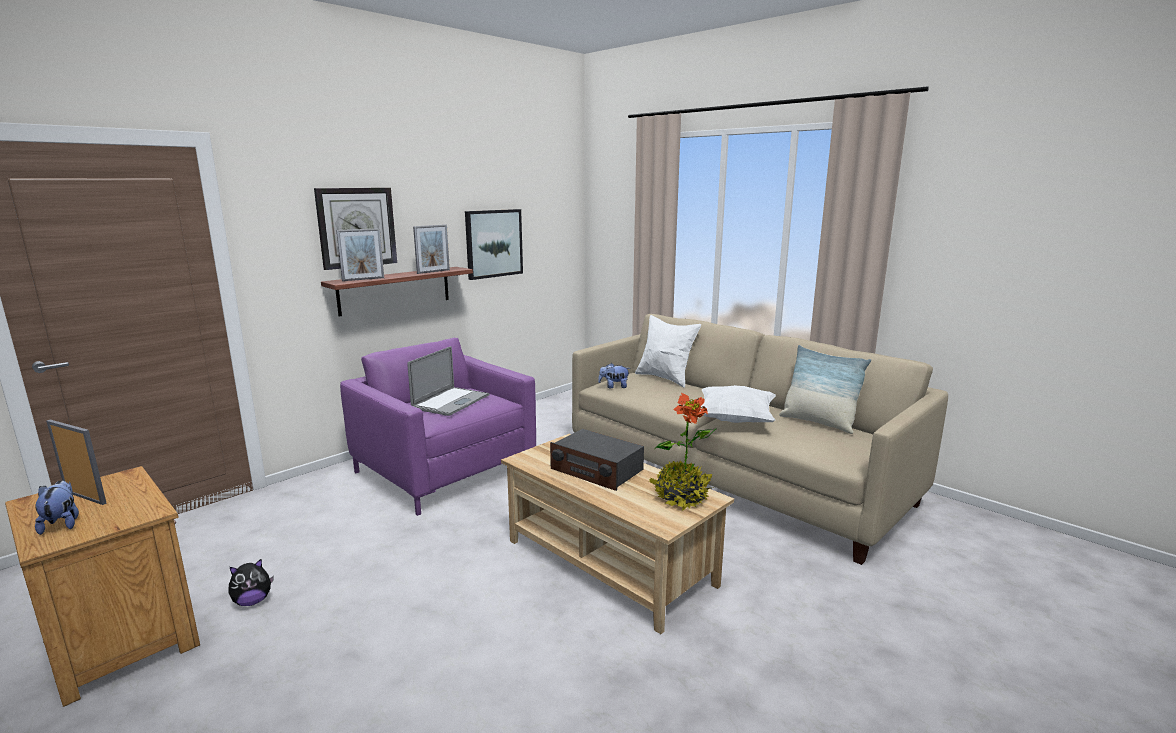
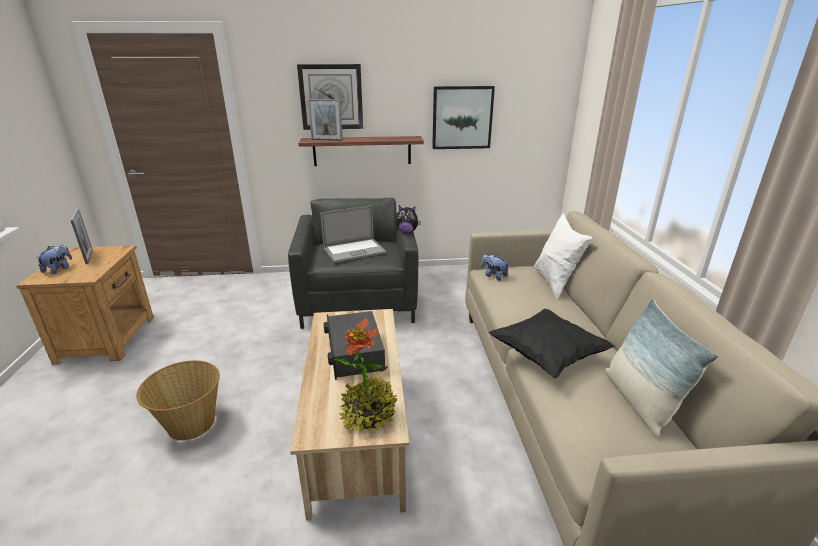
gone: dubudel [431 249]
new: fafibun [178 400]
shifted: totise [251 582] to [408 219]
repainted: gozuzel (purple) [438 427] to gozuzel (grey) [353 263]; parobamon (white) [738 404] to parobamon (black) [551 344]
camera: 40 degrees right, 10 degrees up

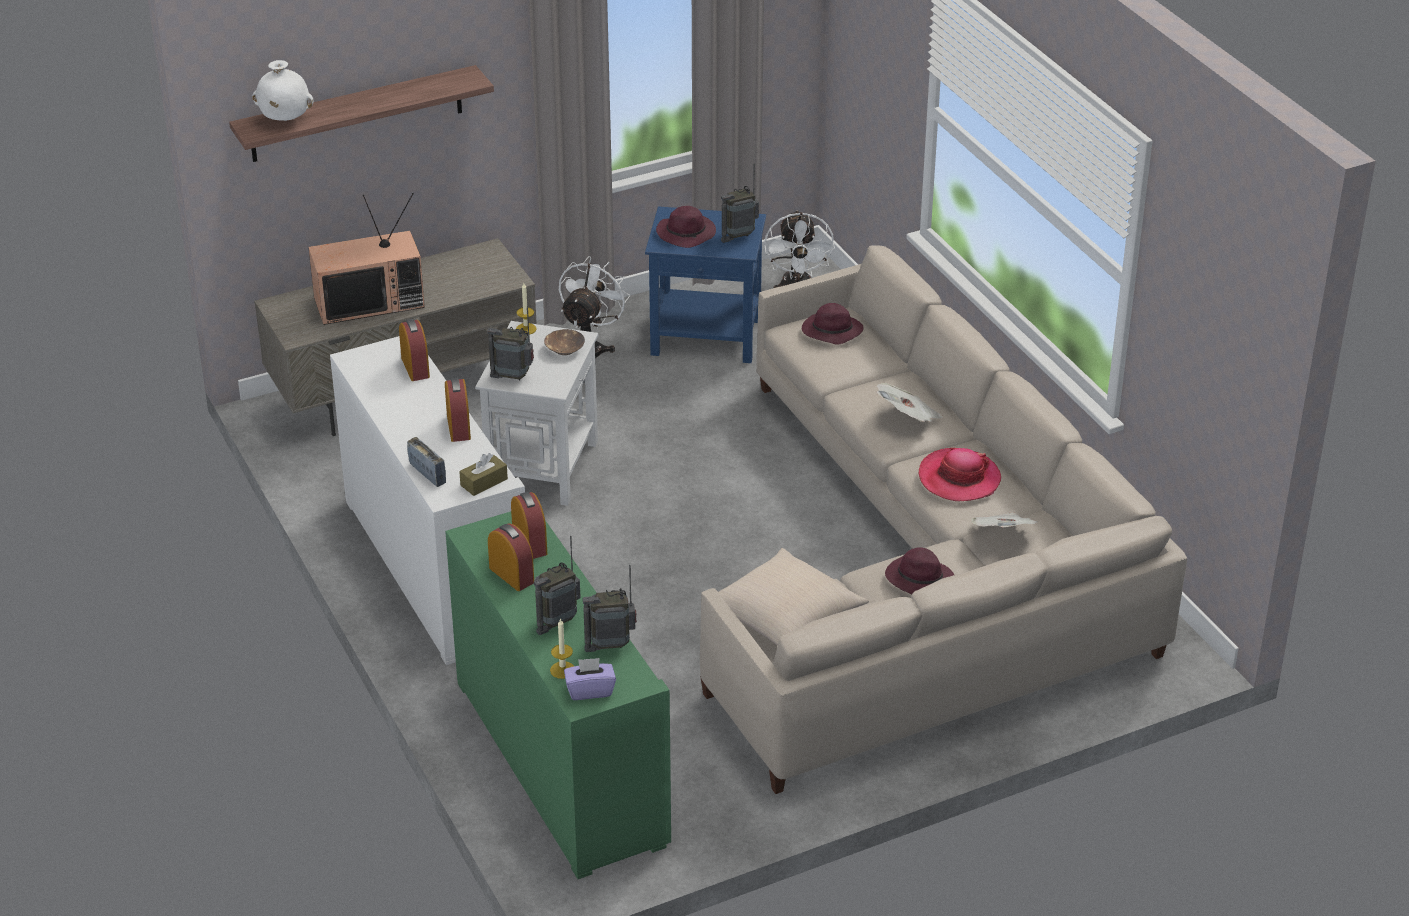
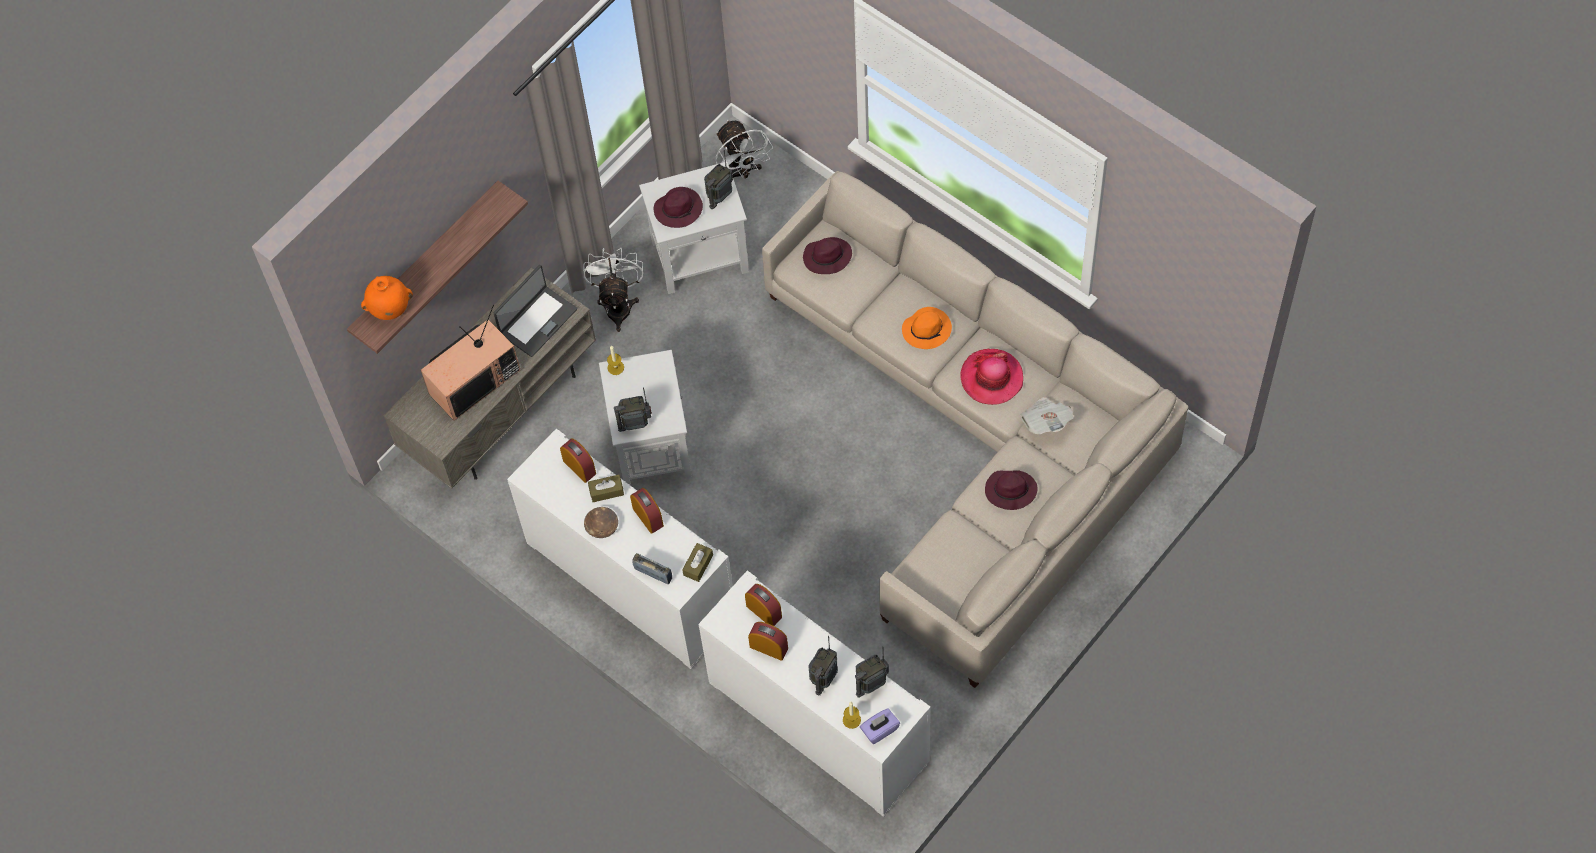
gone: parobamon (beige) [793 597]
new: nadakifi [535 311]; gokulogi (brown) [606 488]
shifted: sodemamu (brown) [564 342] to [601 522]
swapped: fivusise [910 402] to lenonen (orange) [927 328]
repainted: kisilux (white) [283 90] to kisilux (orange) [387 298]; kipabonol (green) [558 695] to kipabonol (white) [814 693]; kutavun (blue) [705 284] to kutavun (white) [694 228]
camera: 20 degrees left, 25 degrees up

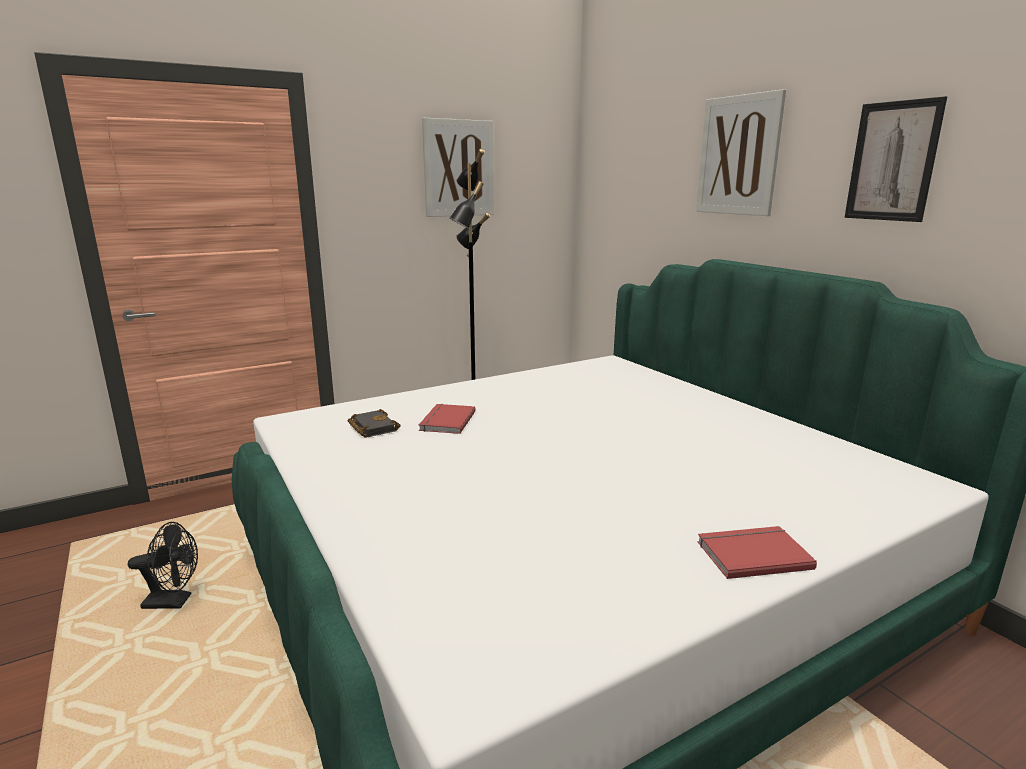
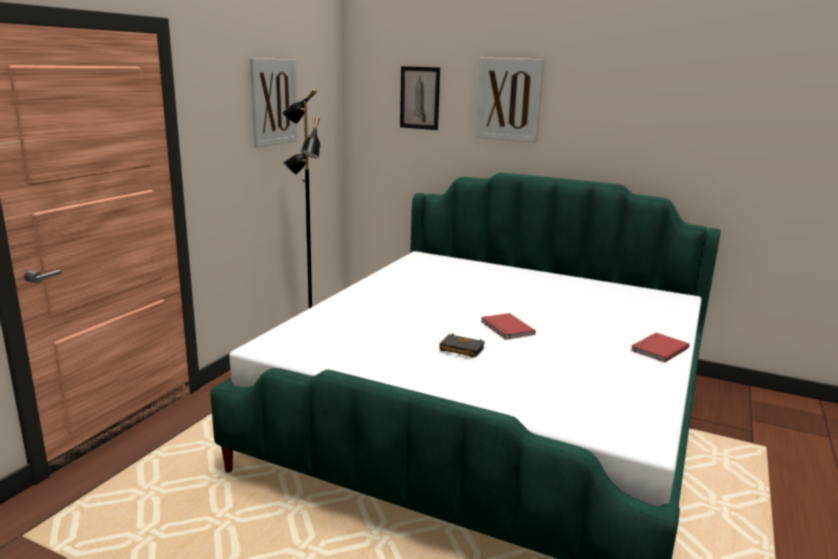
gone: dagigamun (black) [163 565]
shifted: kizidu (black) [374 423] to [462 345]; kizidu (red) [447 419] to [508 326]; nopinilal [896 159] to [420 98]
camera: 35 degrees left, 0 degrees up

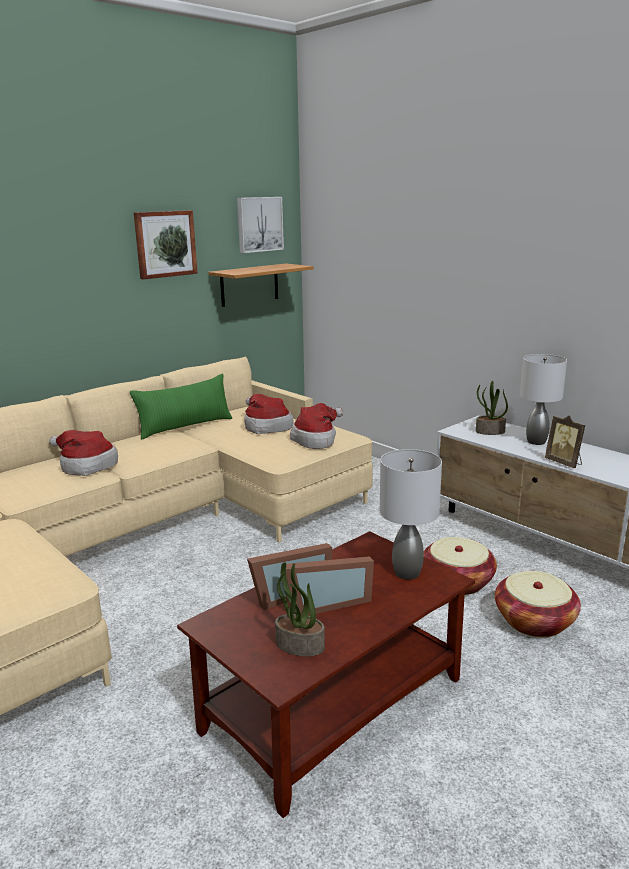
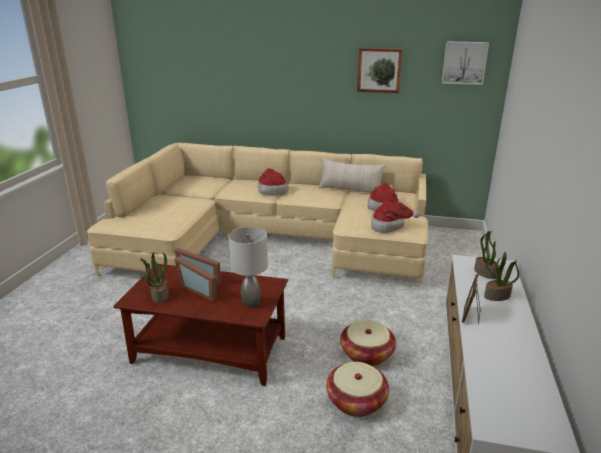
gone: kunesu [261 285]
swapped: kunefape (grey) [543 399] to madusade [501 276]
repainted: parobamon (green) [181 407] to parobamon (beige) [352 175]
camera: 55 degrees right, 5 degrees up

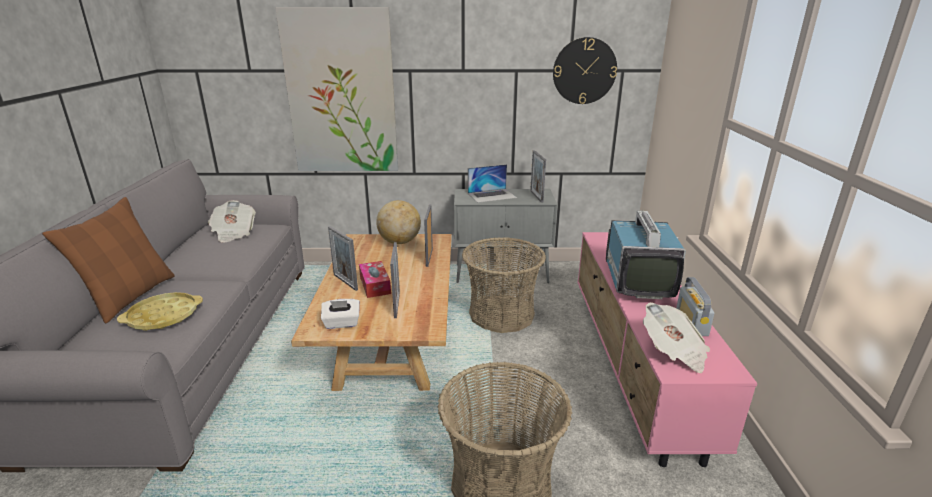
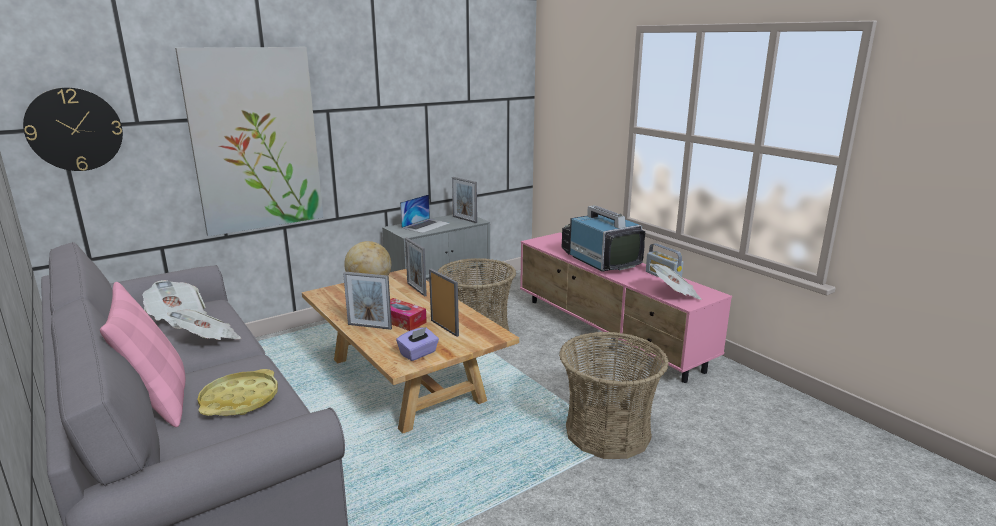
new: fivusise [204 325]
shifted: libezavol [585 70] to [73 129]
repainted: parobamon (brown) [108 260] to parobamon (pink) [142 354]; gokulogi (white) [340 314] to gokulogi (purple) [417 344]
camera: 35 degrees left, 5 degrees down

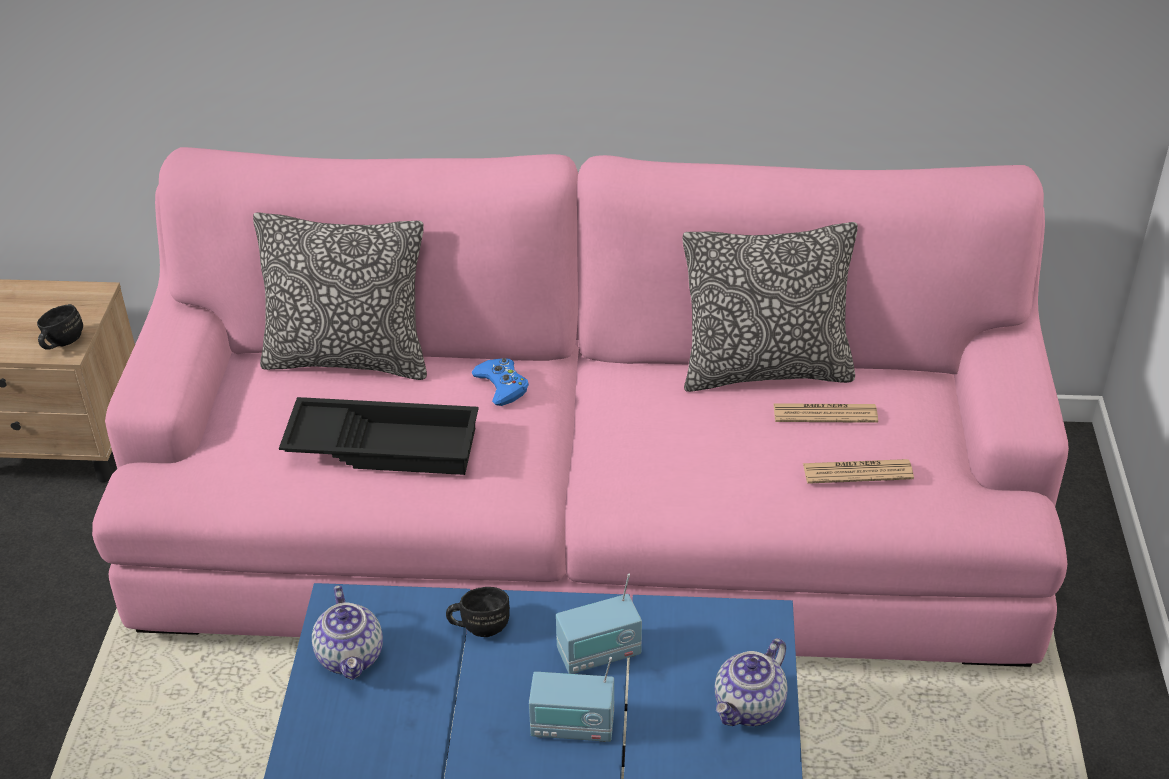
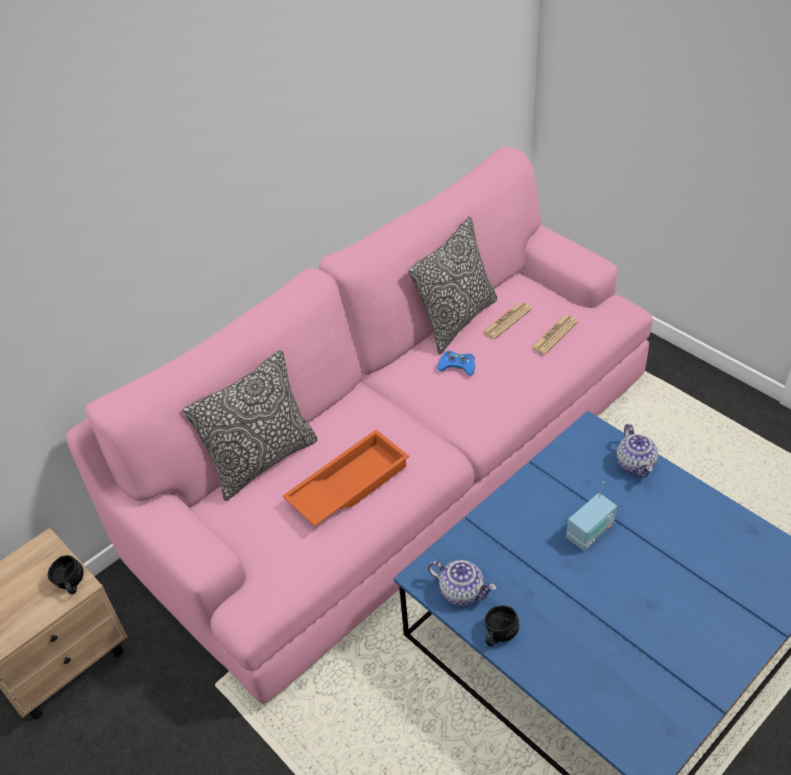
gone: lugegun [599 624]
shifted: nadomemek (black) [478 612] to [502 625]; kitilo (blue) [500 382] to [456 363]
repainted: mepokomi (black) [379 436] to mepokomi (orange) [346 478]
camera: 45 degrees left, 5 degrees up

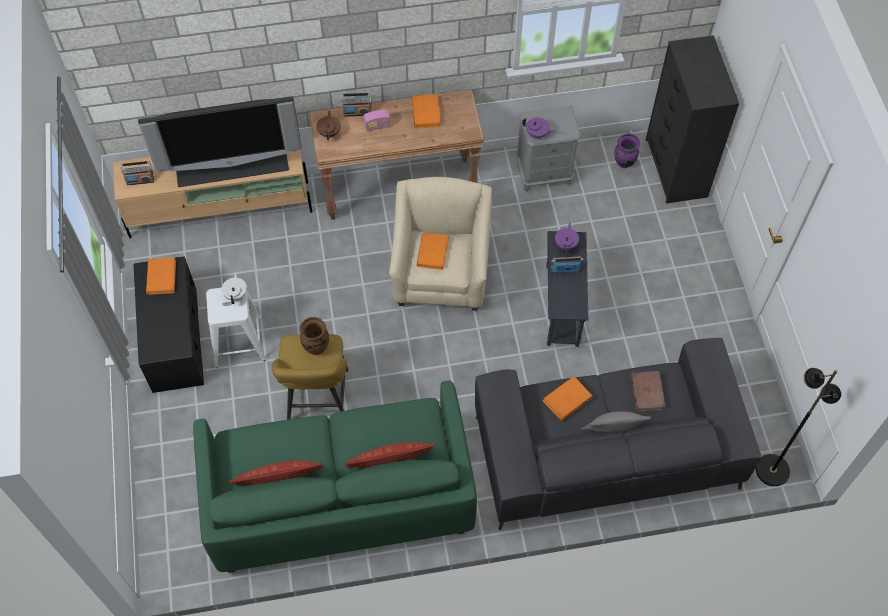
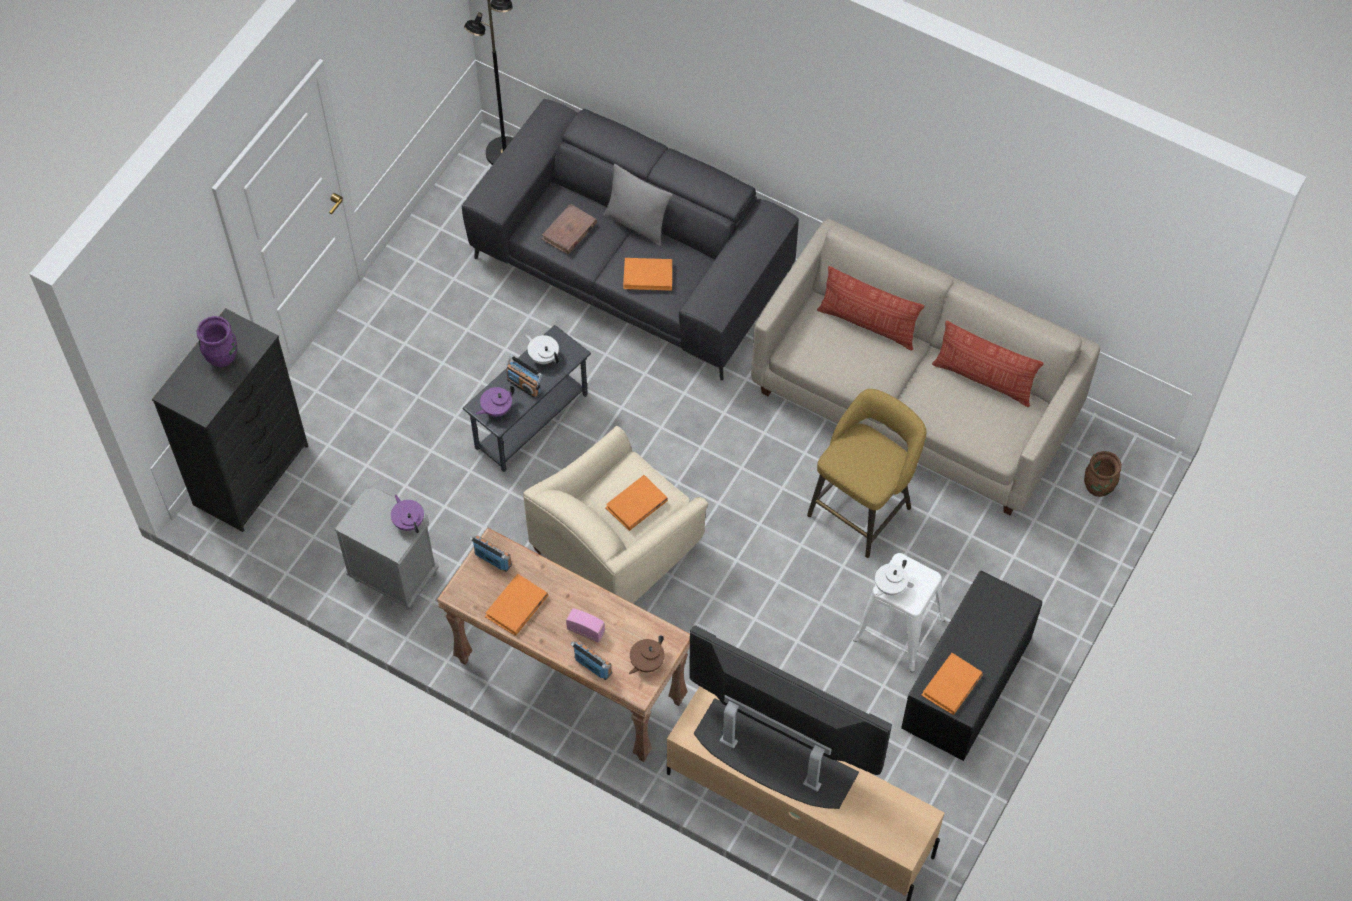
new: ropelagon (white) [542 349]
shifted: lugegun [137 173] to [490 553]; kisilux (brown) [314 336] to [1103 474]; kisilux (purple) [627 150] to [217 341]
repainted: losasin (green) [335 477] to losasin (beige) [925 367]
camera: 140 degrees left, 0 degrees up

